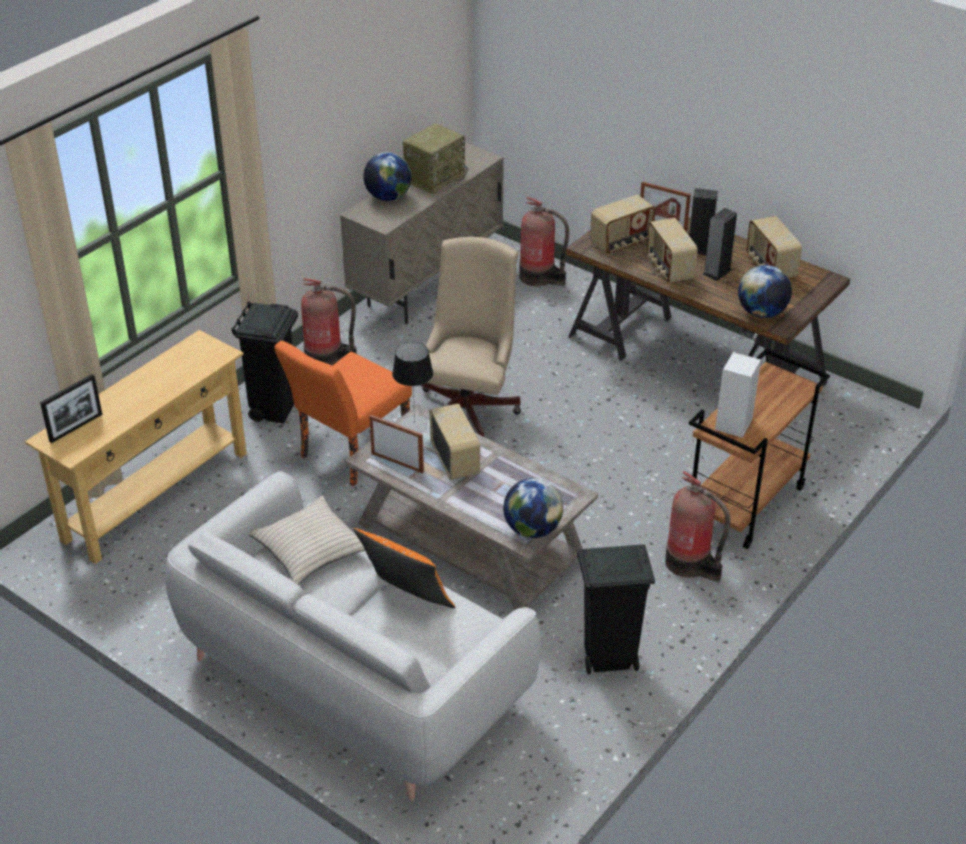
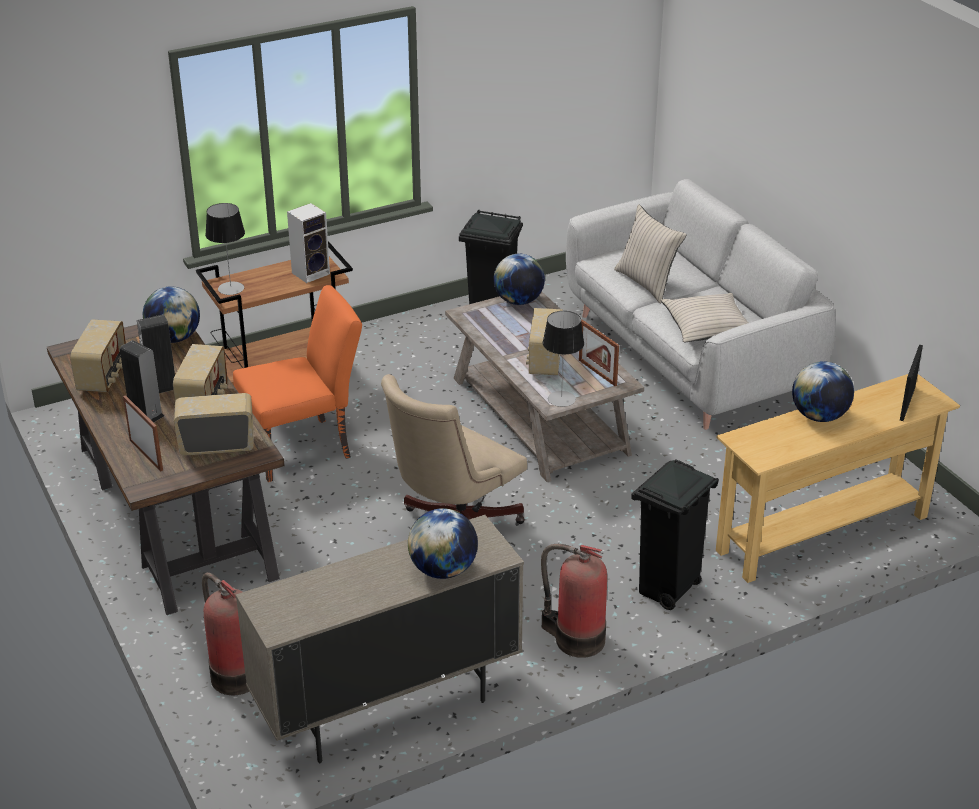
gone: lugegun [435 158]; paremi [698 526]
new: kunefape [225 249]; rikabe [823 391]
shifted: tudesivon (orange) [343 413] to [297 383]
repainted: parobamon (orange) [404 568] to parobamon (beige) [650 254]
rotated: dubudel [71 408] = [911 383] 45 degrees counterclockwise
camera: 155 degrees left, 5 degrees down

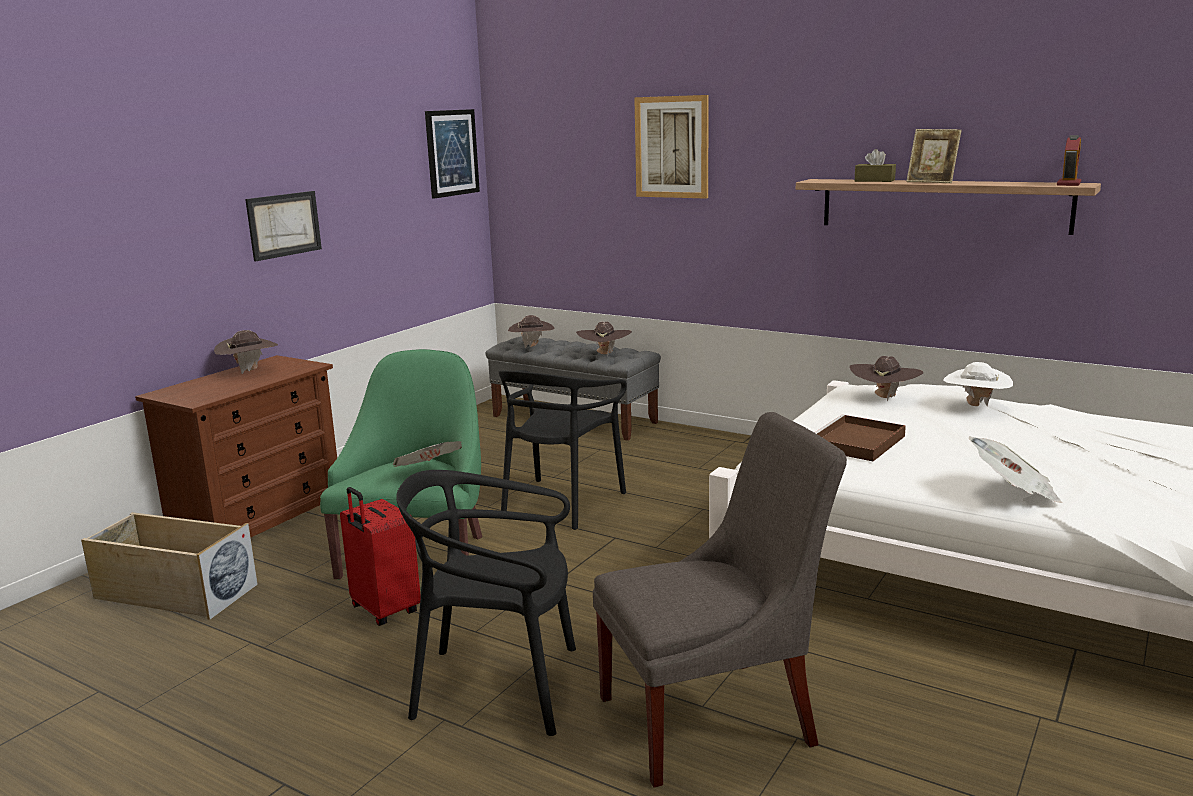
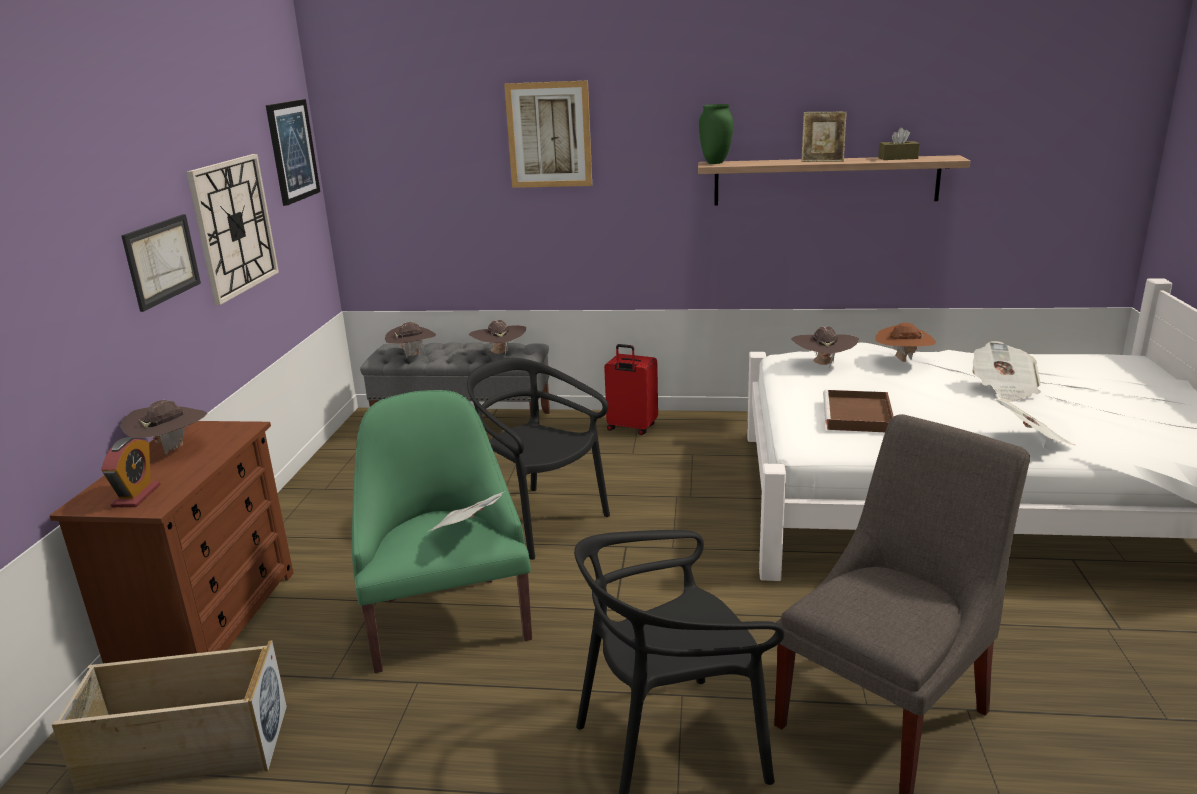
new: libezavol [232 229]; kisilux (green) [716 134]; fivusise [1006 371]
shifted: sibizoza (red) [380 556] to [631 389]; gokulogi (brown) [875 165] to [899 144]; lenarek [1069 160] to [130 472]
repainted: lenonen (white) [978 384] to lenonen (brown) [905 342]
rotated: tudesivon (black) [563 450] = [538 459] 135 degrees clockwise
camera: 25 degrees left, 5 degrees up

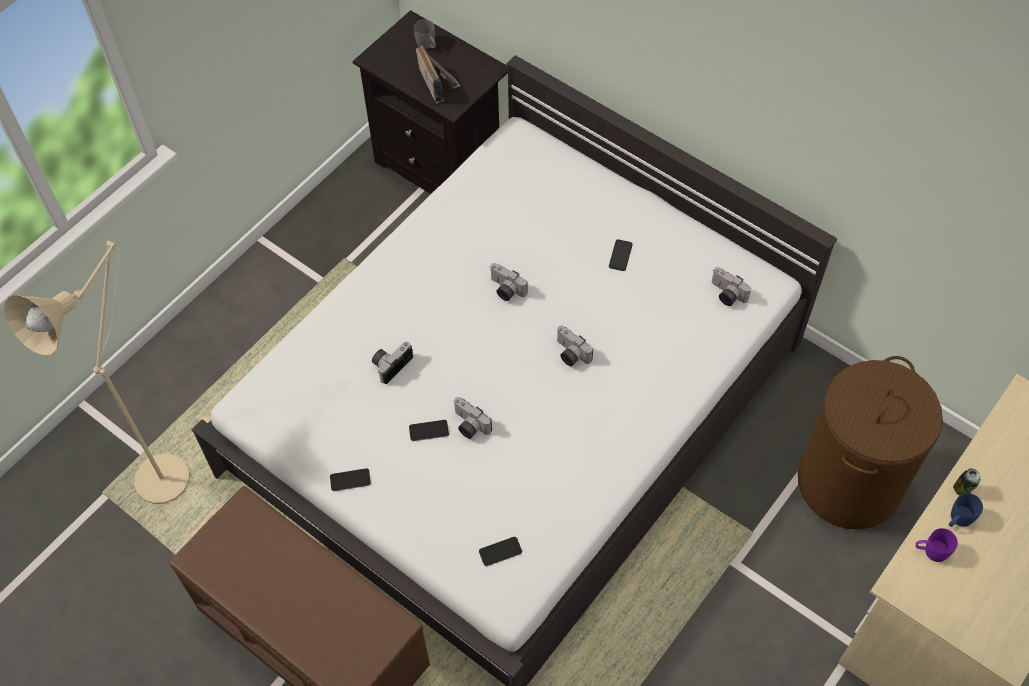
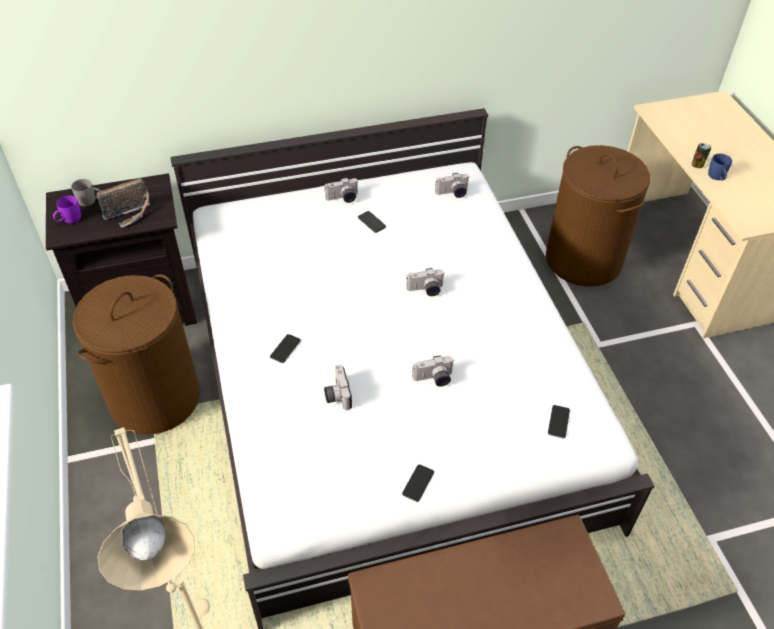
new: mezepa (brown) [136 354]
shifted: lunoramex [429 430] to [285 348]; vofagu [509 282] to [342 190]; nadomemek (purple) [937 545] to [67 209]
rotated: lugegun [438 74] = [123 203] 135 degrees clockwise
camera: 55 degrees left, 10 degrees down

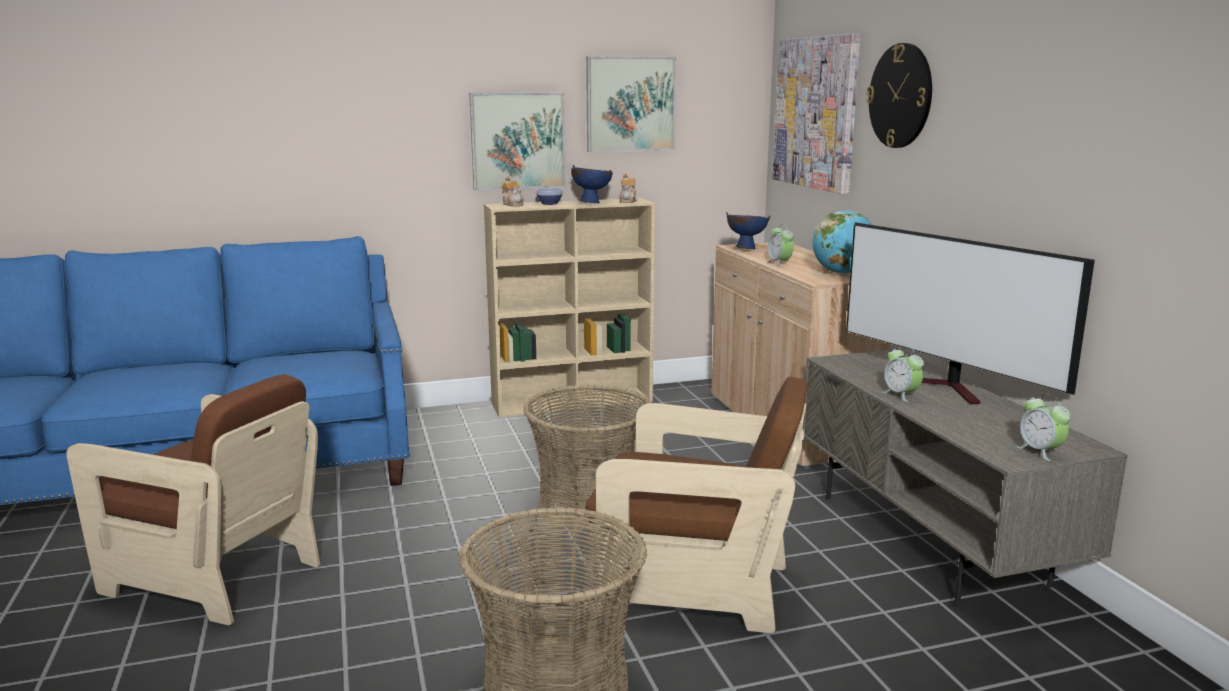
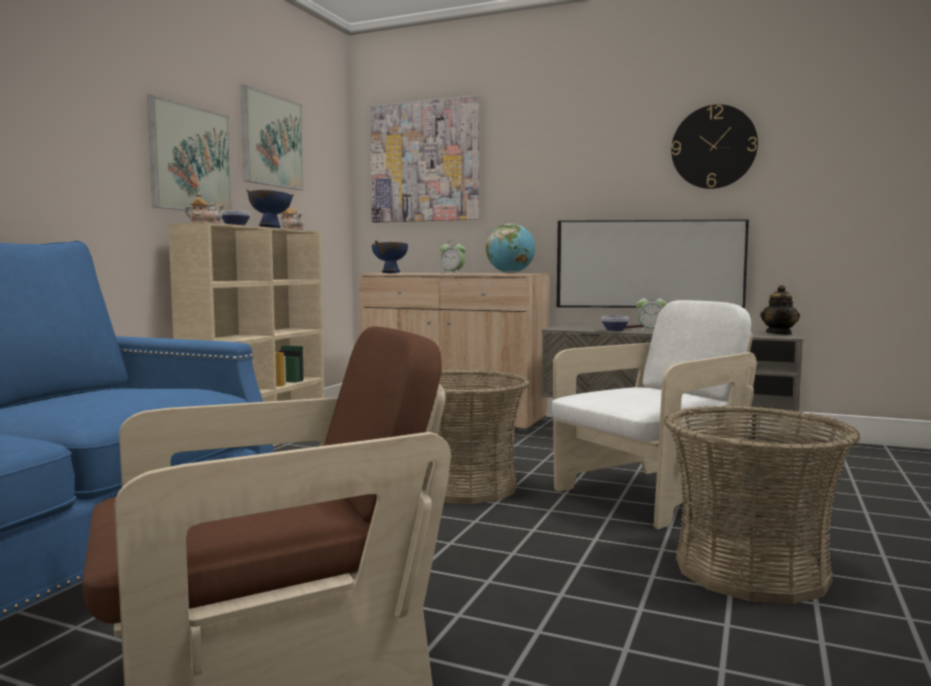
new: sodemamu [615 323]
shifted: libezavol [899 95] to [714 146]
swapped: lenarek [1043 427] to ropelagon [780 310]
repainted: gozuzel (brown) [697 504] to gozuzel (white) [654 414]
camera: 50 degrees left, 10 degrees down

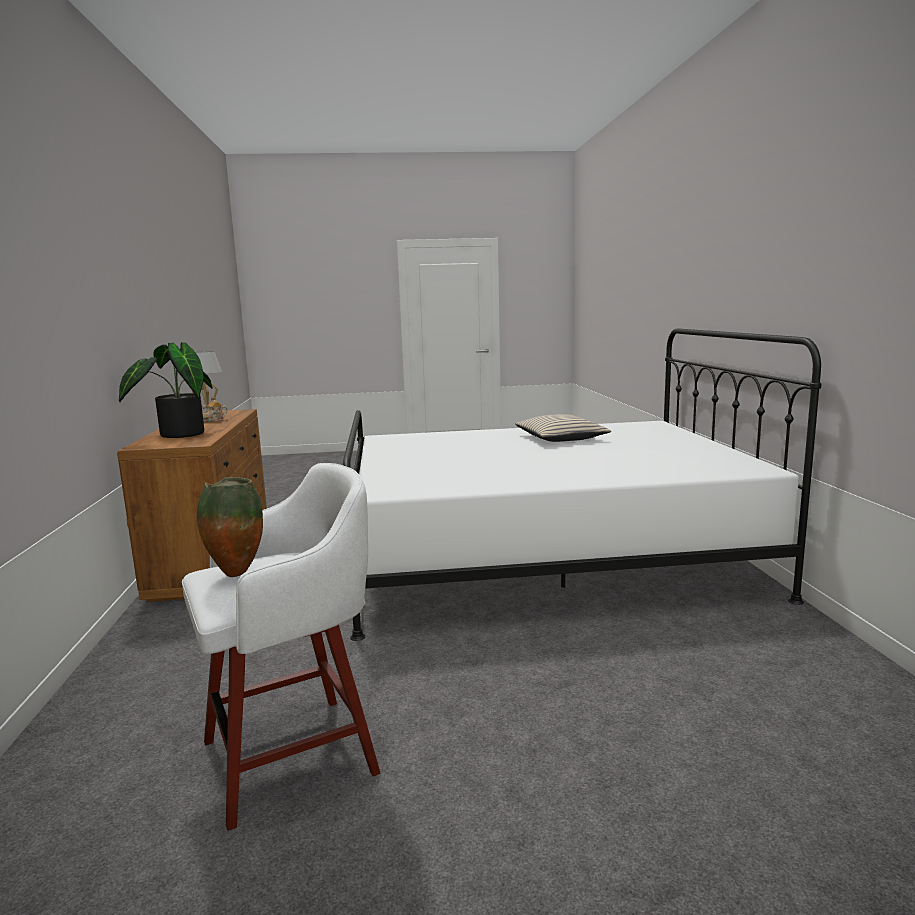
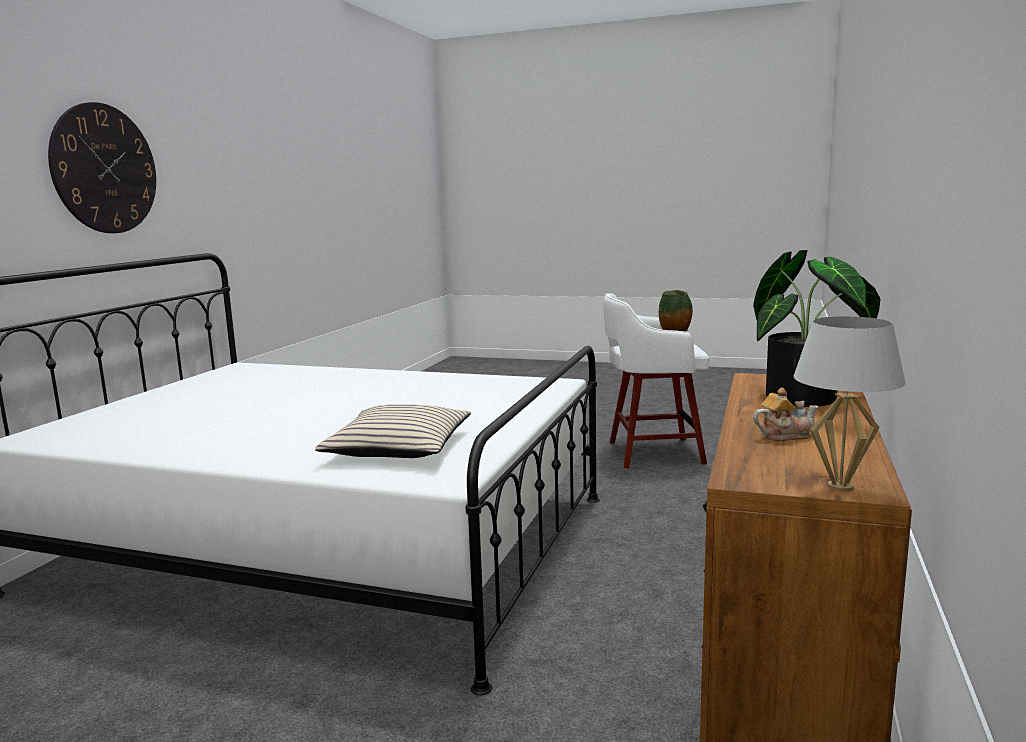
new: libezavol [102 167]
shifted: parobamon (beige) [563 428] to [393 431]
camera: 155 degrees left, 0 degrees up

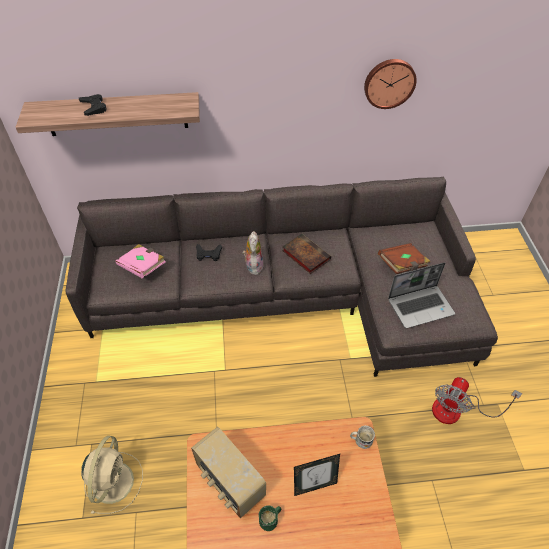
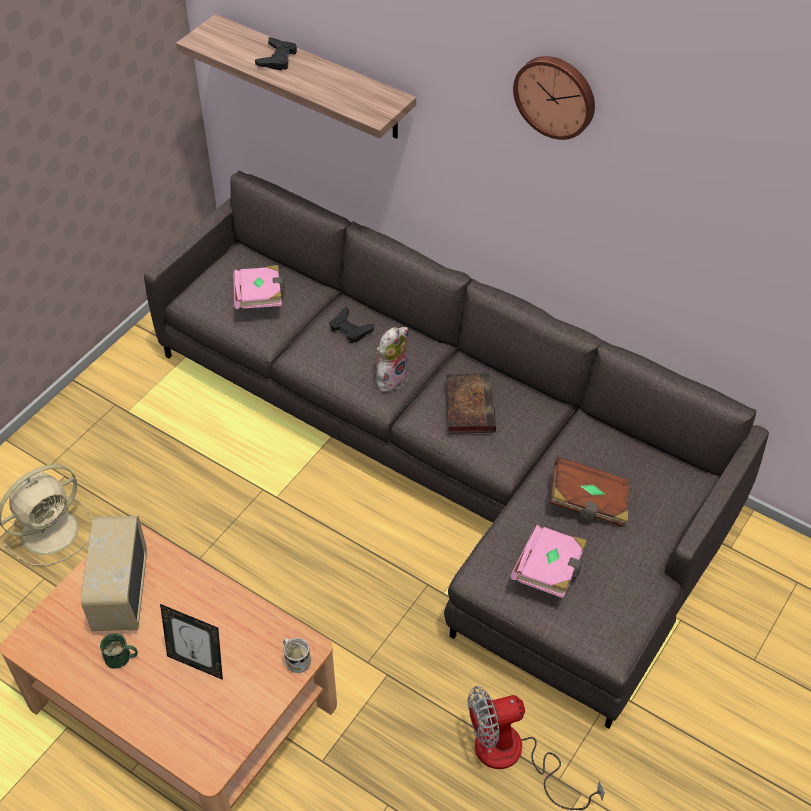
shifted: libezavol [390 84] to [554 98]
swapped: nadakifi [421 295] to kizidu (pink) [549 561]
camera: 40 degrees right, 0 degrees up

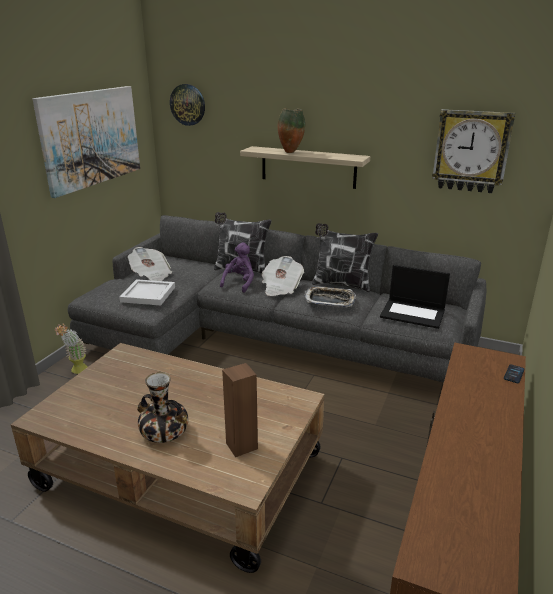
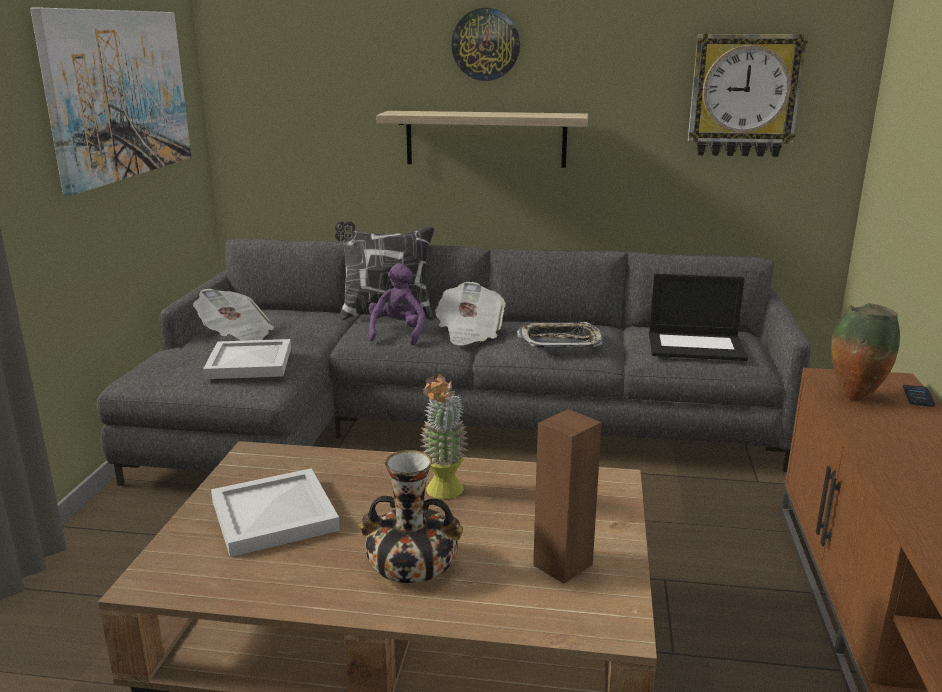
gone: parobamon [345 258]
new: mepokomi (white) [275 512]
shifted: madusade [71 349] to [444 436]; libezavol [187 105] to [485 44]; kisilux [291 130] to [865 352]
camera: 15 degrees left, 5 degrees down

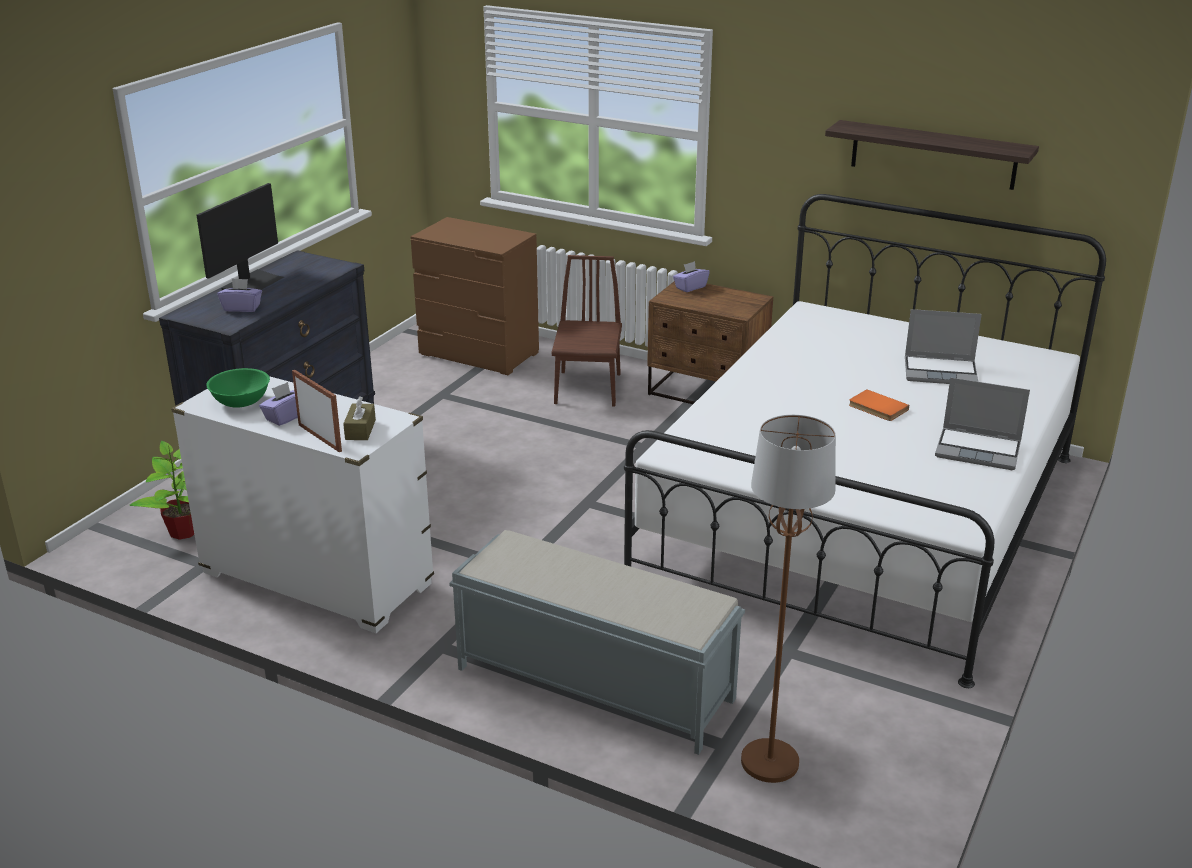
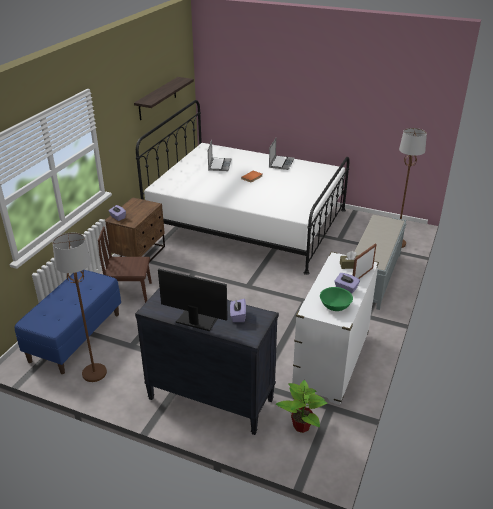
new: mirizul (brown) [80 307]
swapped: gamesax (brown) [475 296] to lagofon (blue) [68 322]
camera: 95 degrees left, 5 degrees up

